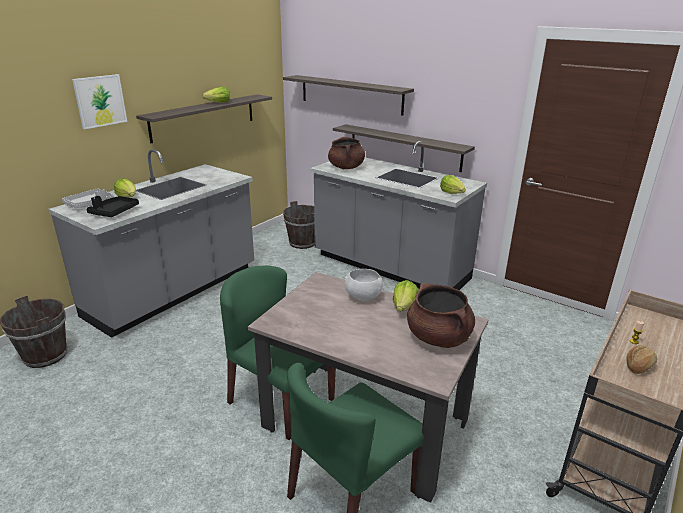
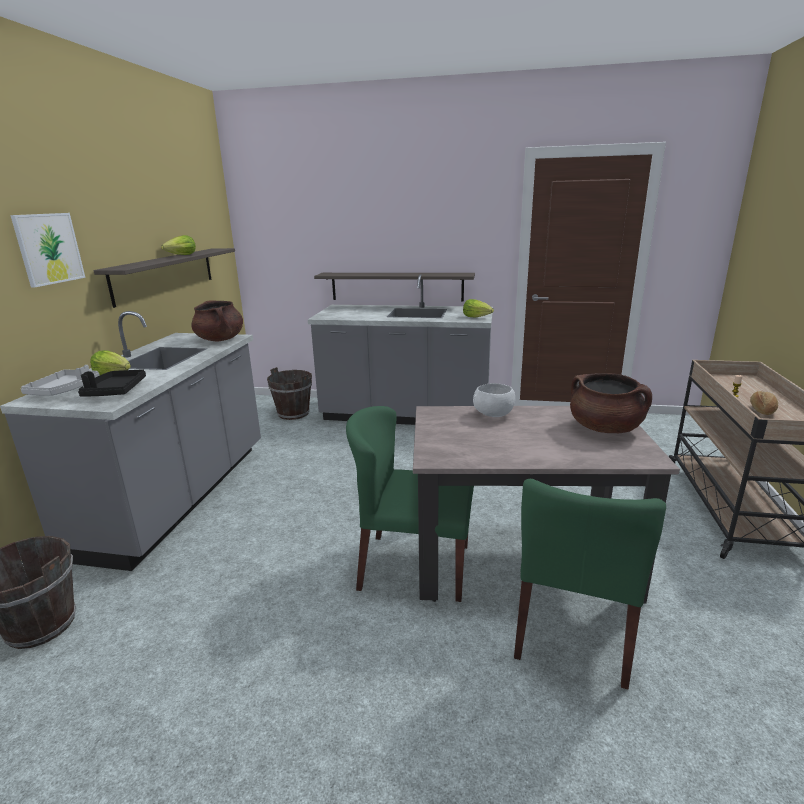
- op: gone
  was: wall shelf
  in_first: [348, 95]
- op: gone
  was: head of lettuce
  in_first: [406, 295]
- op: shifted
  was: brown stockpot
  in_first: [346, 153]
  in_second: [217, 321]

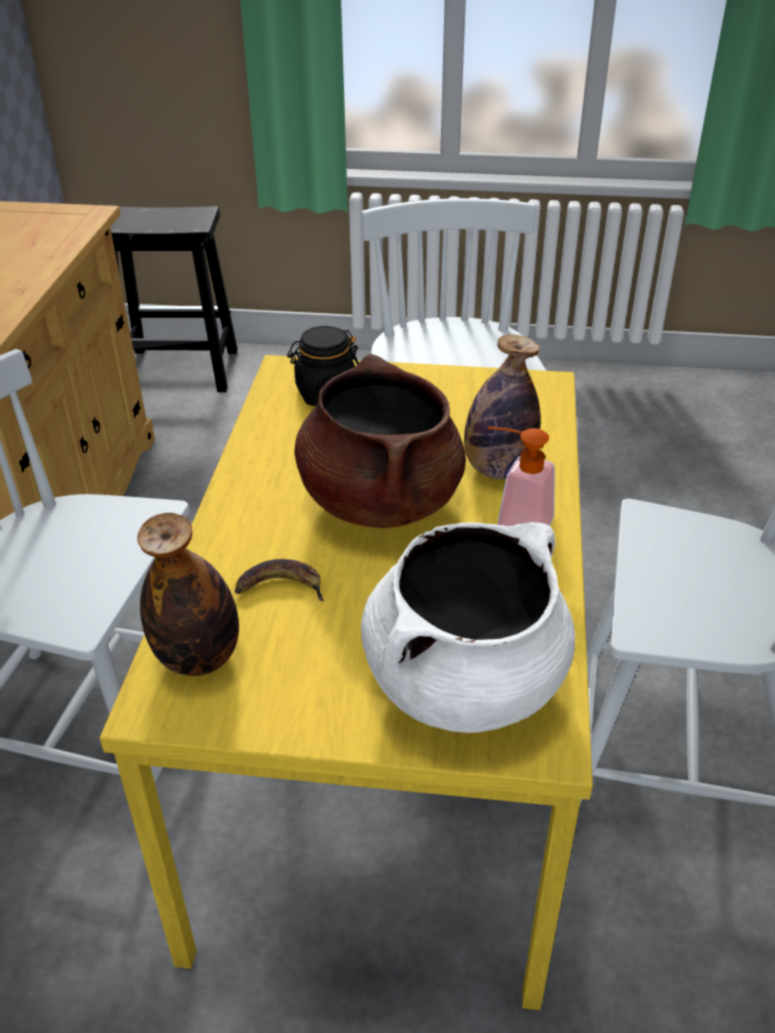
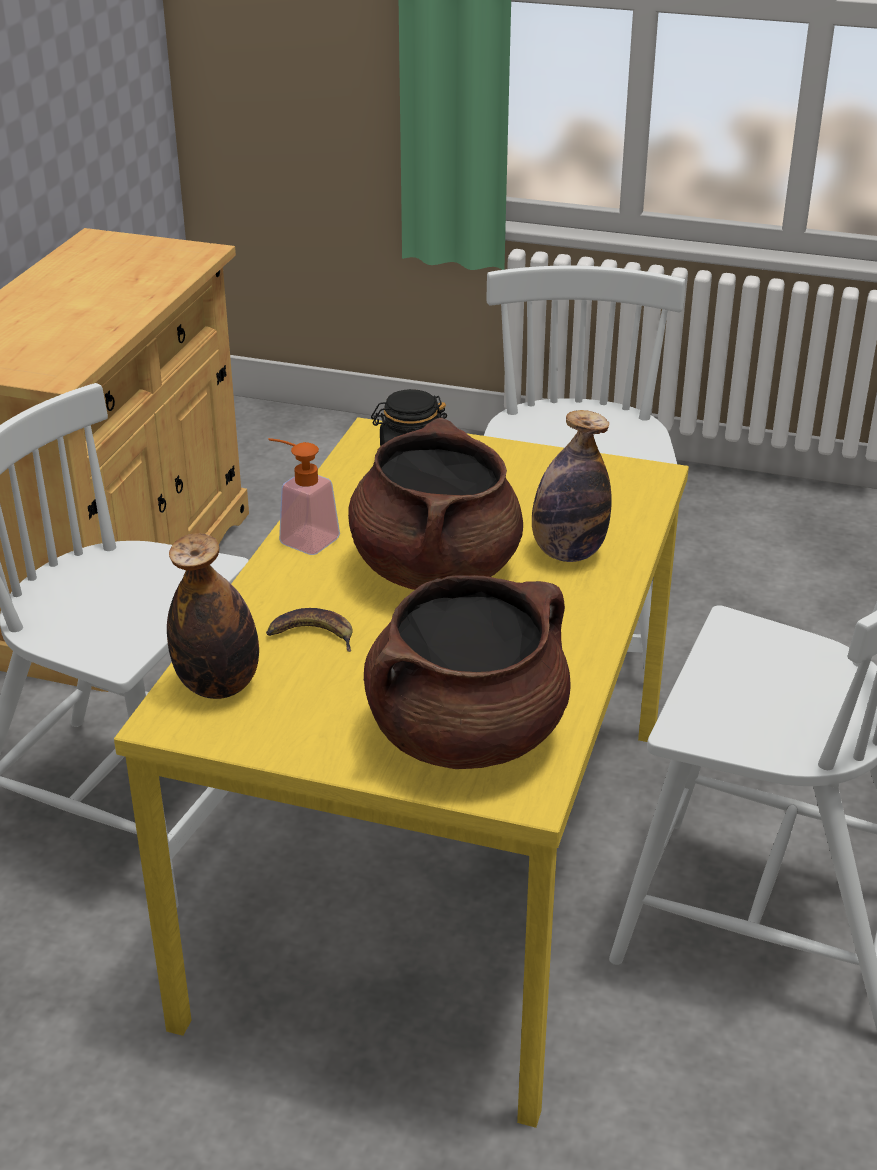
- op: gone
  was: black-coloured sitting stool
  in_first: [174, 299]
- op: shifted
  was: liquid soap bottle
  in_first: [521, 476]
  in_second: [304, 496]
- op: repainted
  was: white stockpot
  now: brown stockpot
  in_first: [468, 627]
  in_second: [467, 672]

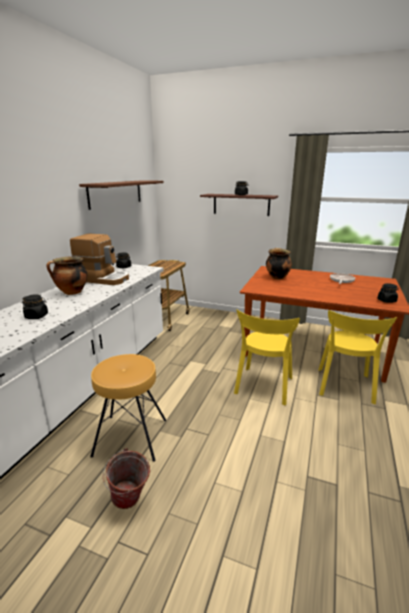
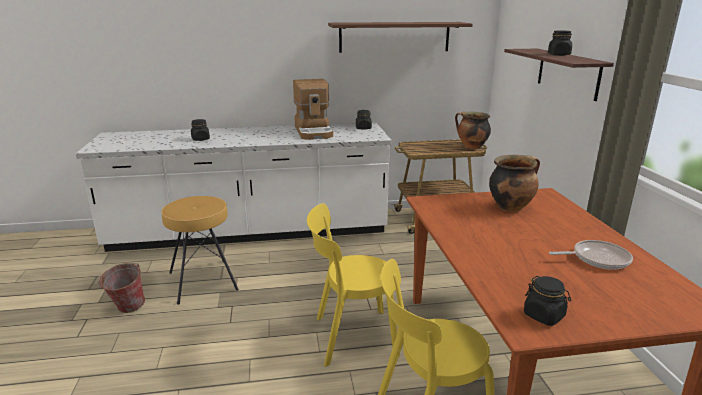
- op: shifted
  was: stockpot
  in_first: [66, 275]
  in_second: [473, 130]

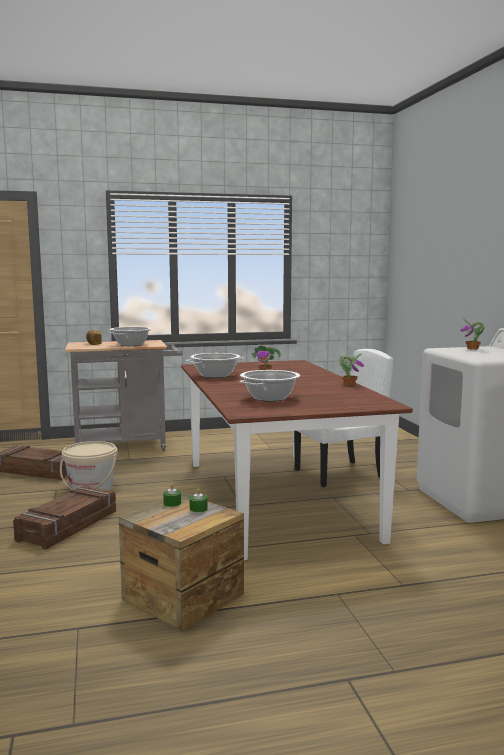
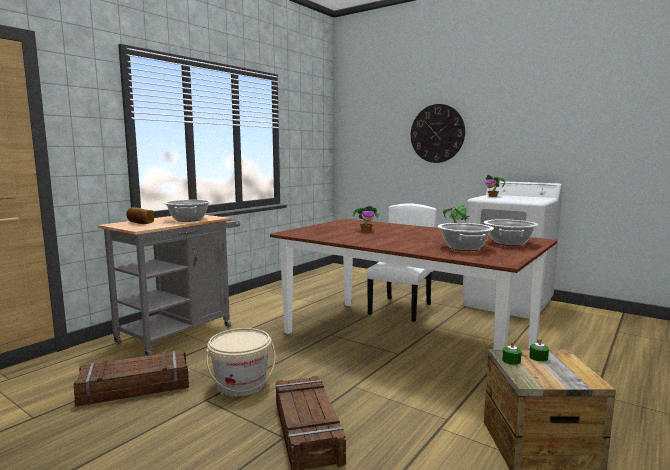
- op: new
  now: hanging clock
  in_second: [438, 133]
- op: shifted
  was: stockpot
  in_first: [215, 365]
  in_second: [511, 232]

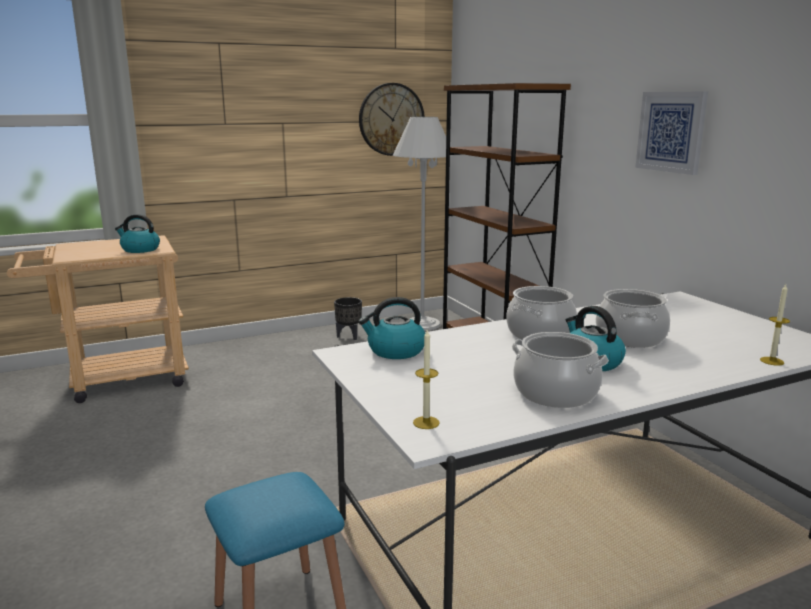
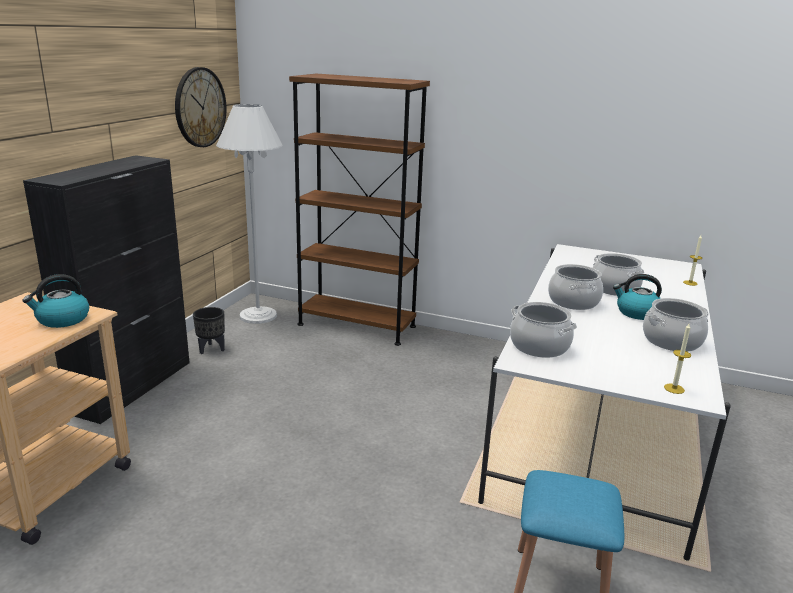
- op: gone
  was: wall art
  in_first: [671, 133]
- op: new
  now: black-coloured cupboard
  in_second: [106, 289]
- op: swapped
  was: water kettle
  now: stockpot
  in_first: [392, 328]
  in_second: [543, 330]

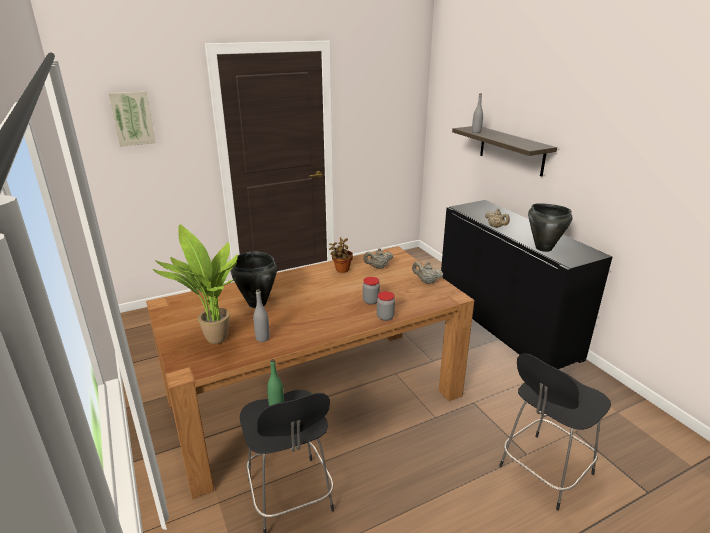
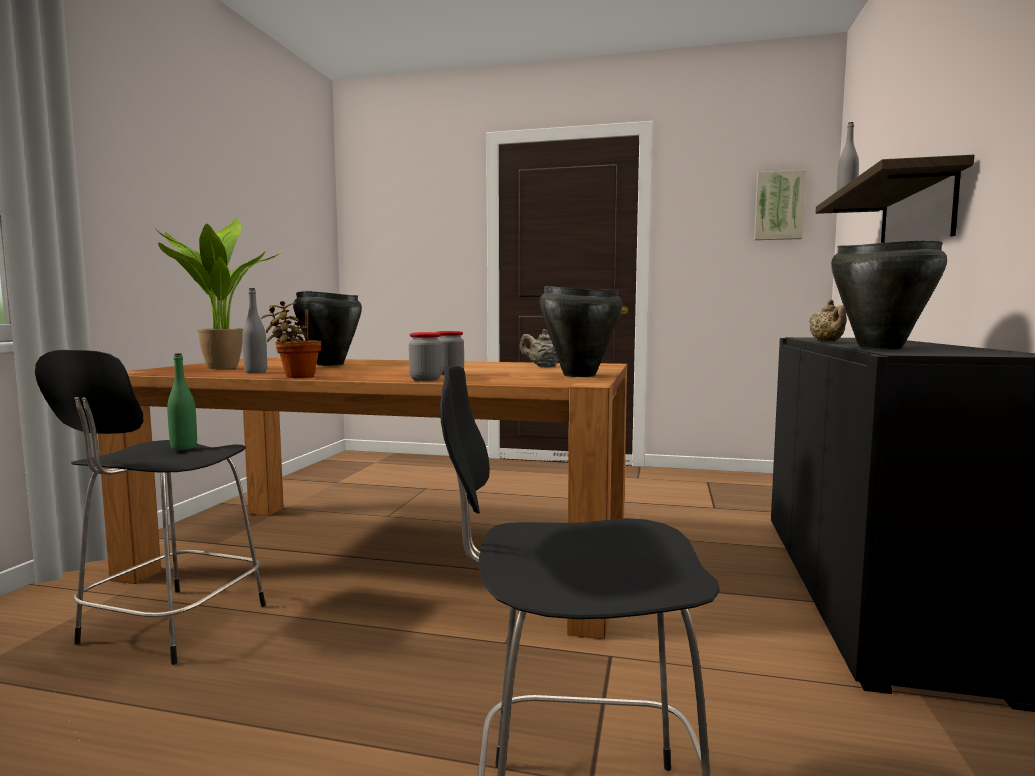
- op: shifted
  was: wall art
  in_first: [132, 119]
  in_second: [780, 205]
- op: shifted
  was: houseplant
  in_first: [341, 255]
  in_second: [291, 339]
- op: swapped
  was: sand-coloured tea pot
  now: black-coloured stockpot
  in_first: [427, 272]
  in_second: [581, 331]

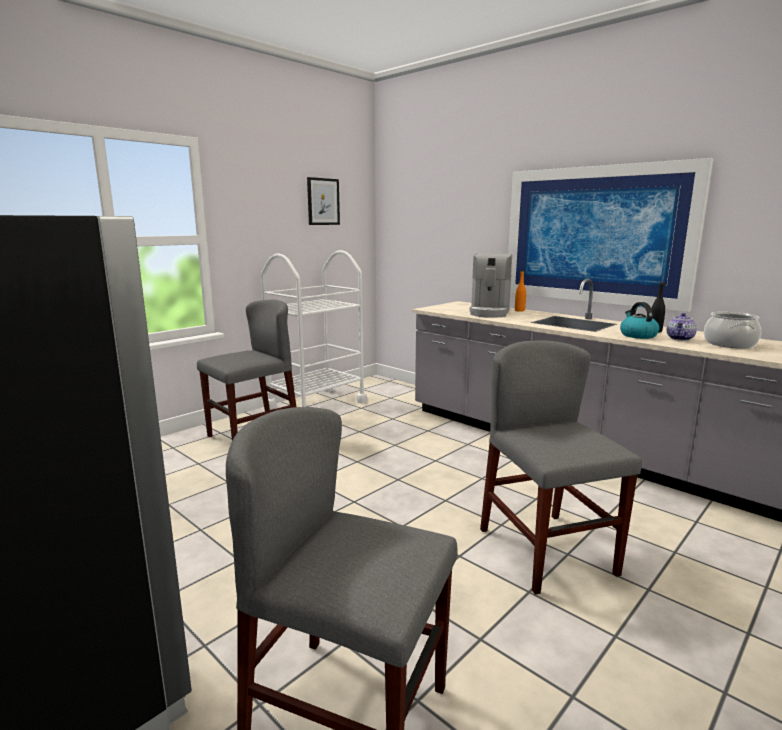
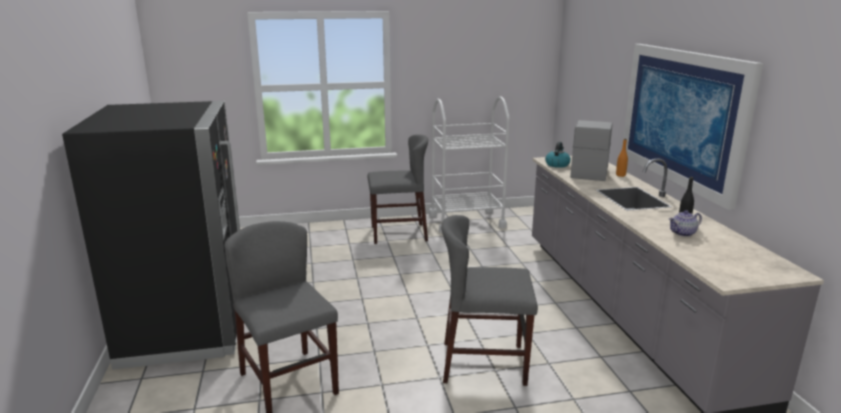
- op: gone
  was: wall art
  in_first: [323, 201]
- op: gone
  was: stockpot
  in_first: [732, 330]
- op: shifted
  was: water kettle
  in_first: [639, 320]
  in_second: [558, 155]
- op: rotated
  was: coffee brewer
  in_first: [490, 285]
  in_second: [591, 150]
  clockwise: 150
- op: rotated
  was: gray upright chair
  in_first: [561, 468]
  in_second: [489, 300]
  clockwise: -105

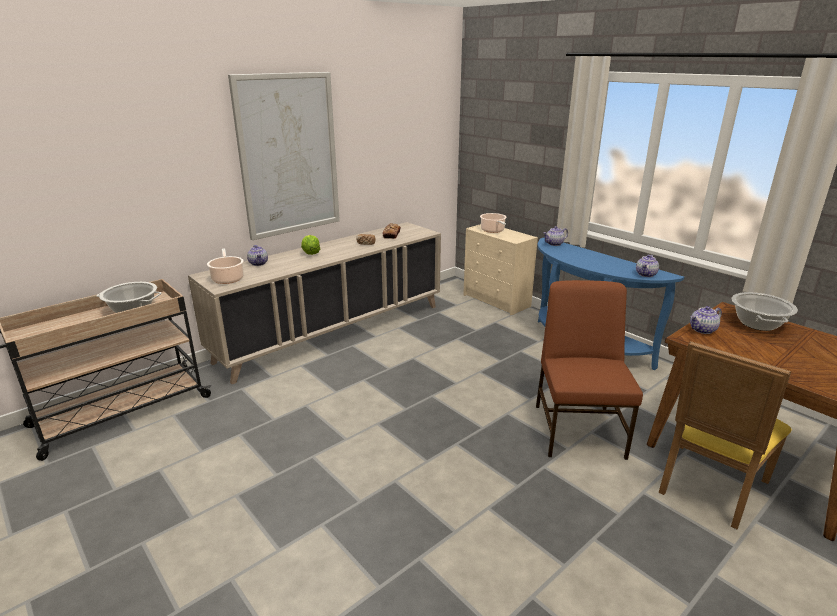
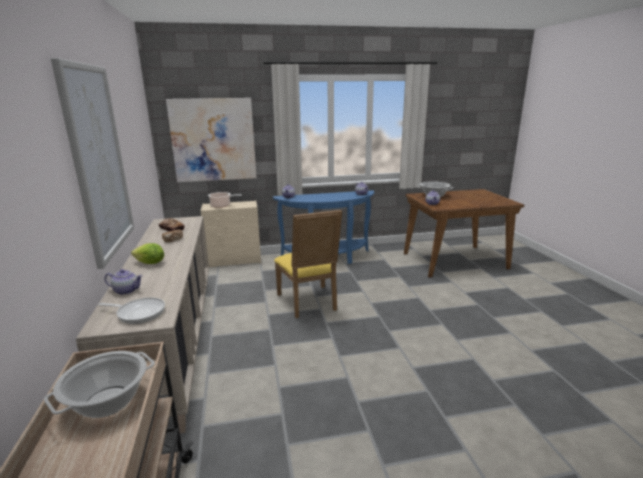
- op: gone
  was: brown upright chair
  in_first: [589, 370]
- op: new
  now: wall art
  in_second: [211, 140]
- op: shifted
  was: yellow-coloured upright chair
  in_first: [725, 435]
  in_second: [308, 264]
- op: swapped
  was: stockpot
  now: skillet
  in_first: [225, 266]
  in_second: [131, 310]

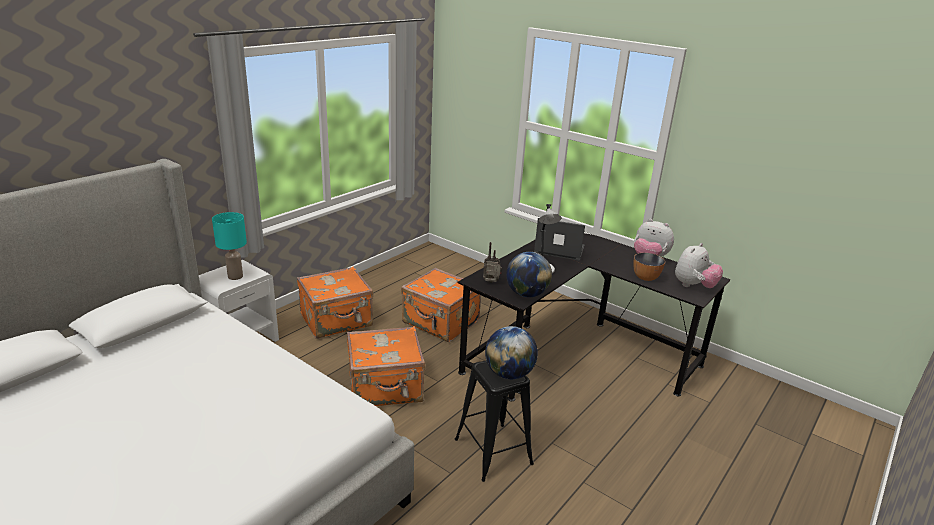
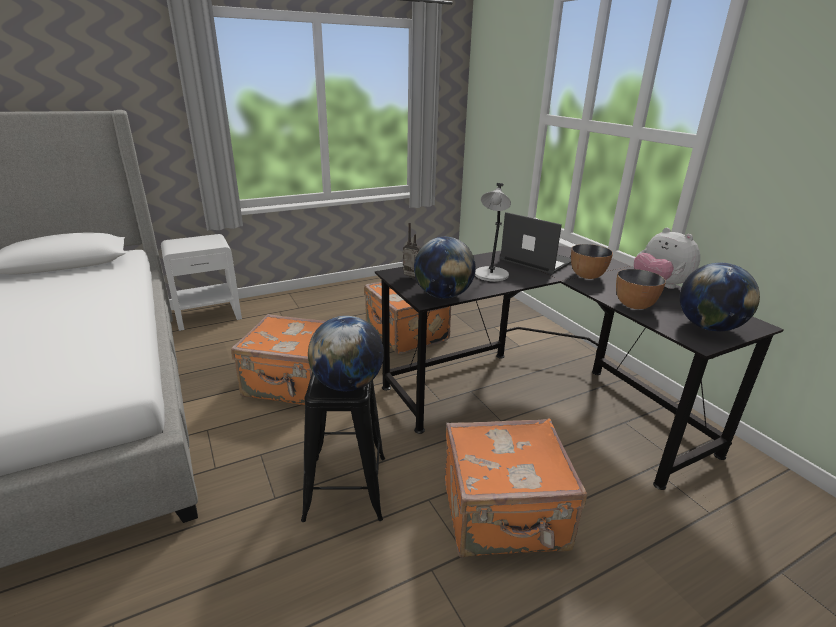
- op: gone
  was: turquoise table lamp
  in_first: [229, 246]
- op: new
  now: serving bowl
  in_second: [592, 261]
- op: shifted
  was: orange piece of luggage
  in_first: [335, 303]
  in_second: [516, 488]
- op: swapped
  was: cuddly toy
  now: desk globe
  in_first: [699, 265]
  in_second: [720, 297]

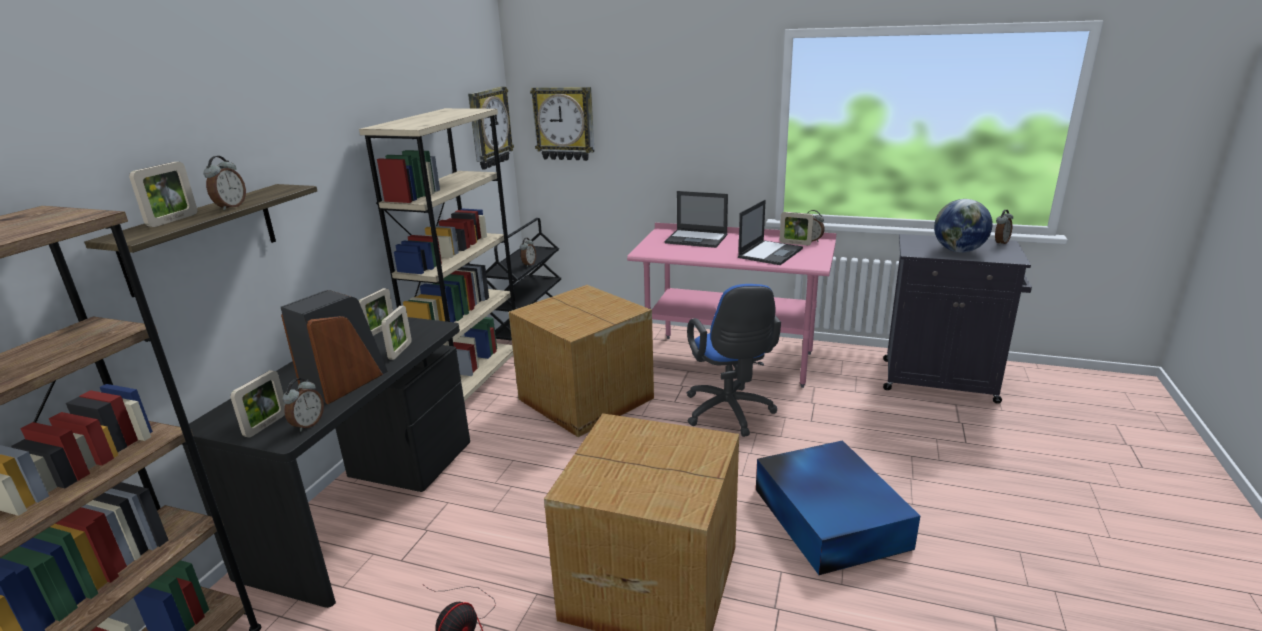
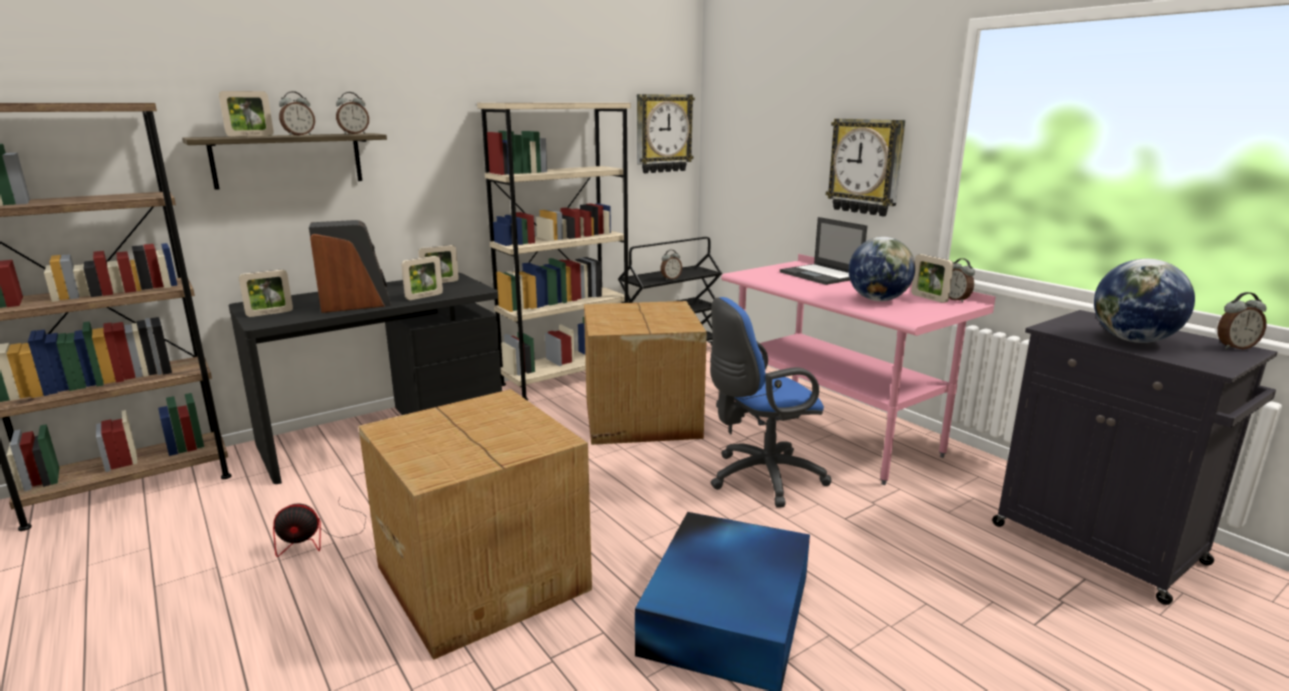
- op: shifted
  was: bedside clock
  in_first: [303, 405]
  in_second: [352, 113]
- op: shifted
  was: hanging clock
  in_first: [562, 124]
  in_second: [865, 167]
- op: swapped
  was: notebook computer
  now: desk globe
  in_first: [770, 232]
  in_second: [882, 269]
- op: rotated
  was: bluish office chair
  in_first: [733, 360]
  in_second: [770, 402]
  clockwise: 45

